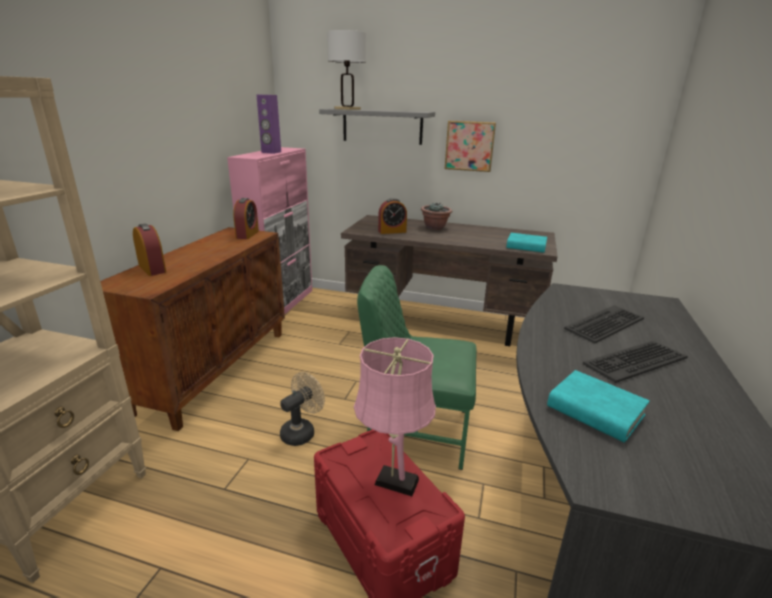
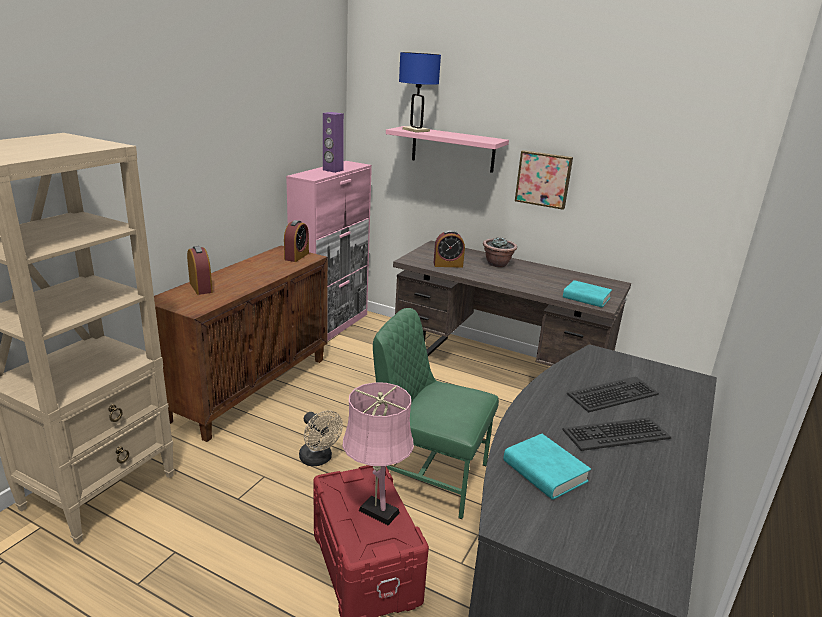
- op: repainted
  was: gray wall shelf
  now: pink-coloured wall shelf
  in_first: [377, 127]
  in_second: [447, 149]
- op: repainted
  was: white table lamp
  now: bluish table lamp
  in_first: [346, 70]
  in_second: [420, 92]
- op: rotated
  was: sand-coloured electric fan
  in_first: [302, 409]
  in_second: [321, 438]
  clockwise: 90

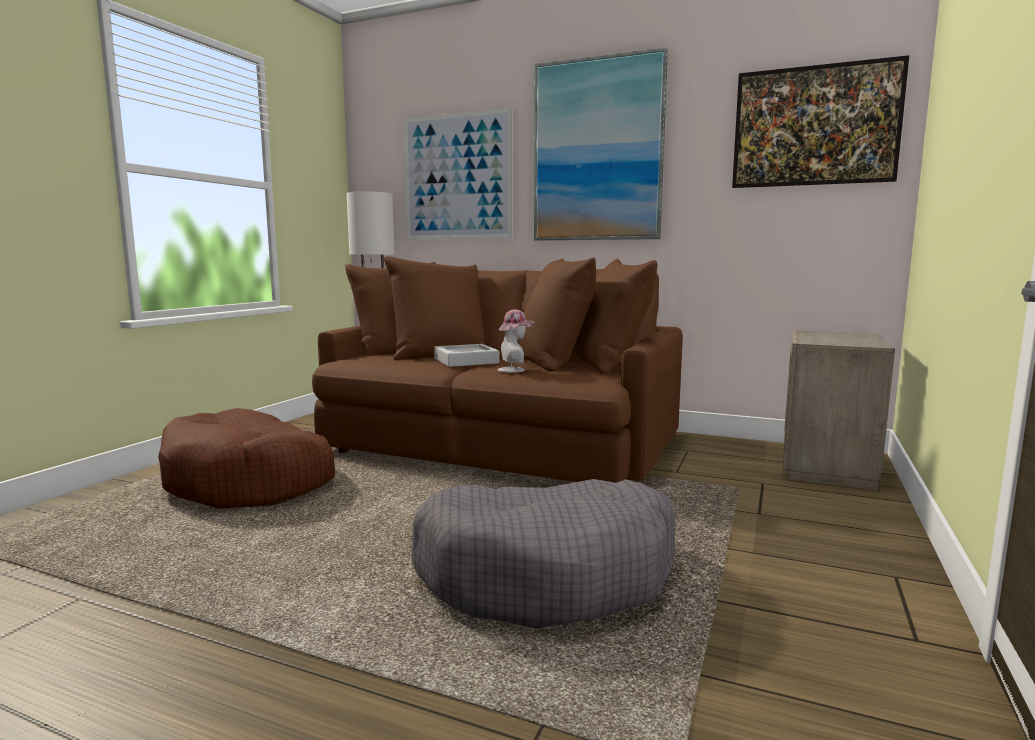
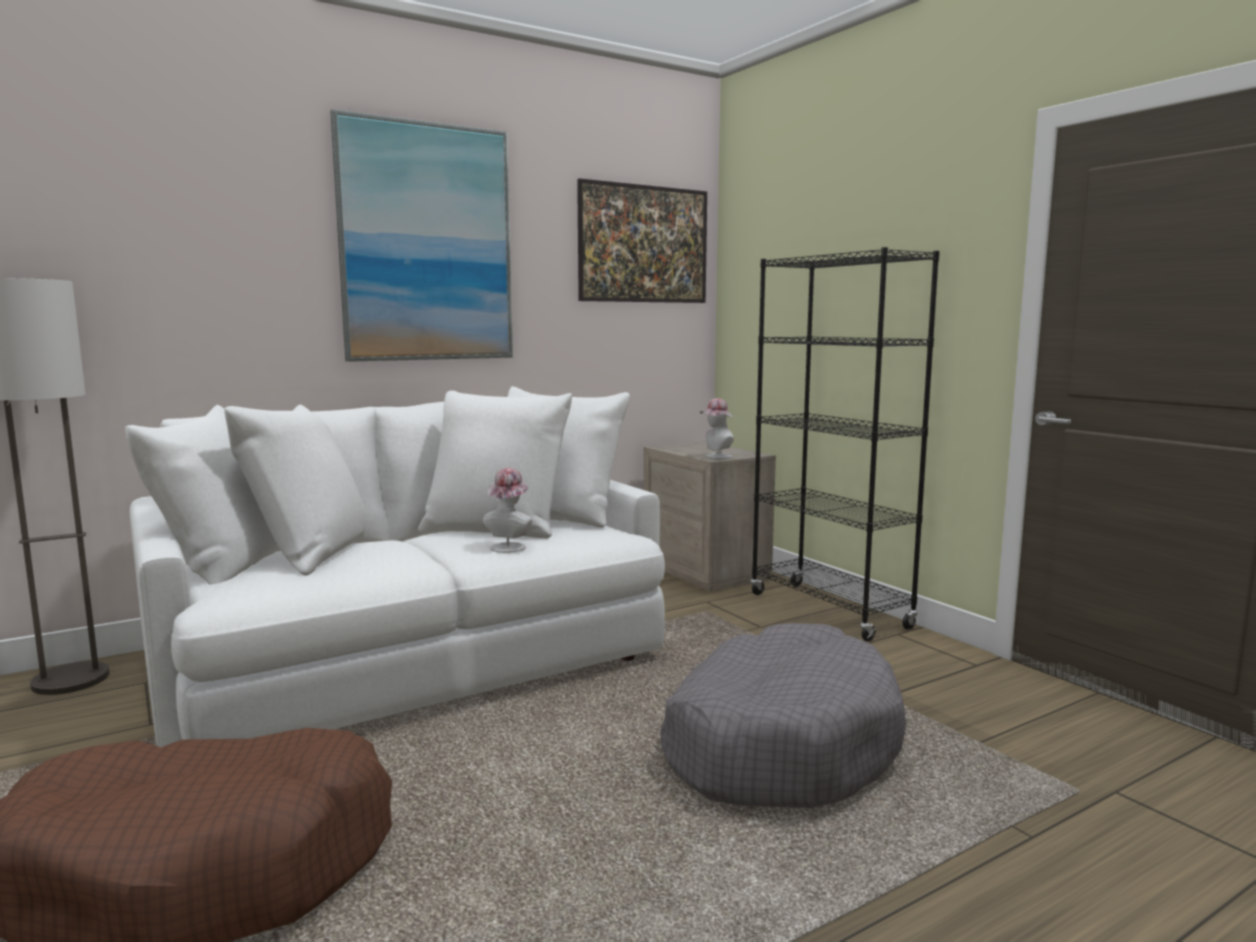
- op: gone
  was: wall art
  in_first: [458, 174]
- op: gone
  was: gray tray
  in_first: [466, 355]
- op: new
  now: clothing hat
  in_second: [717, 428]
- op: new
  now: black-coloured bookcase
  in_second: [845, 444]
- op: repainted
  was: brown settee
  now: white settee
  in_first: [497, 369]
  in_second: [395, 566]

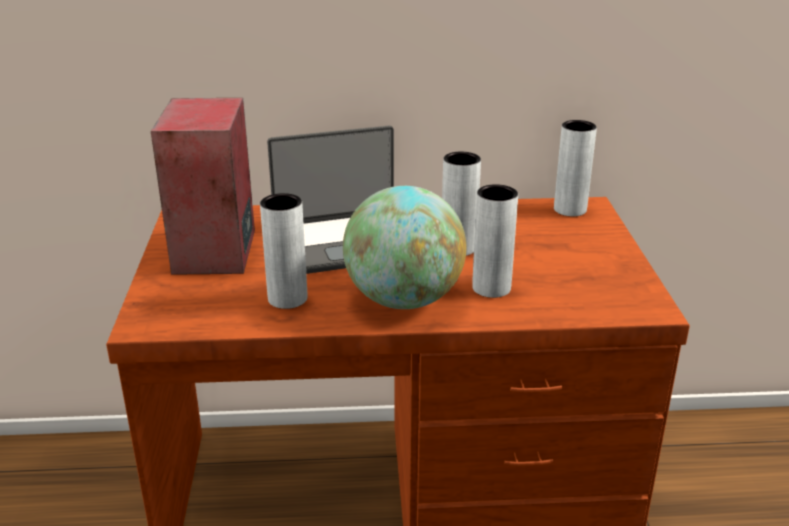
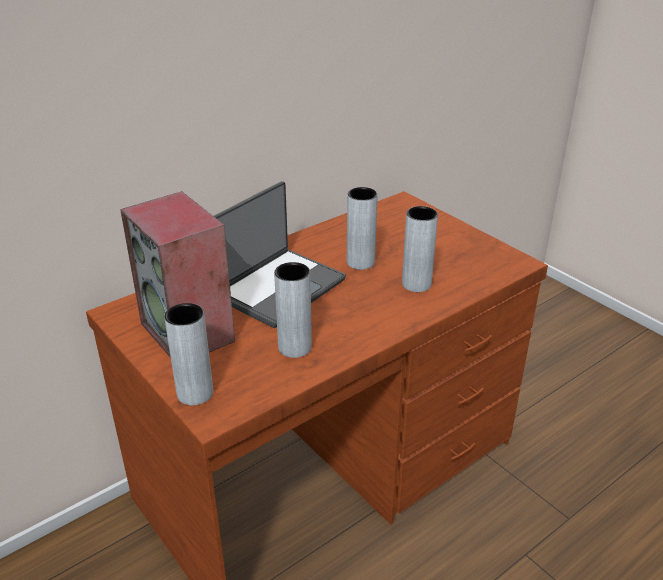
- op: gone
  was: desk globe
  in_first: [404, 247]
- op: shifted
  was: gray decorative vase
  in_first: [575, 168]
  in_second: [188, 354]

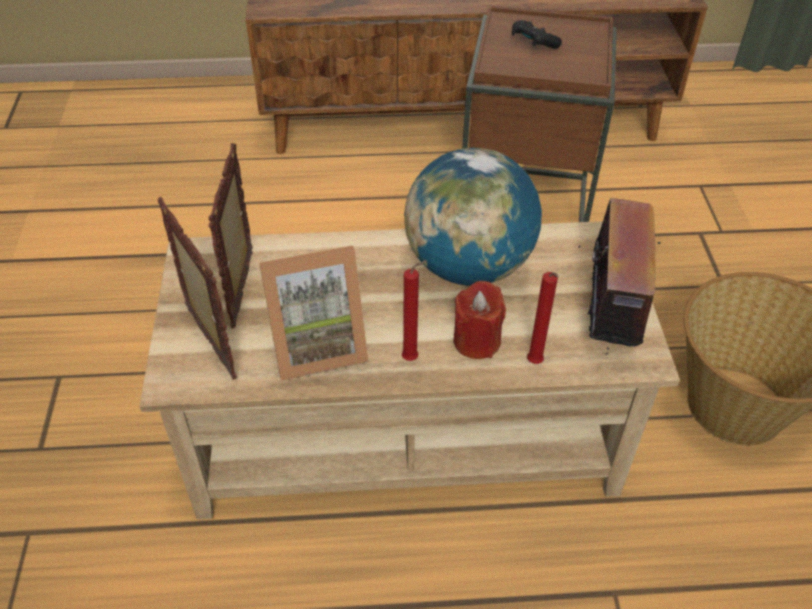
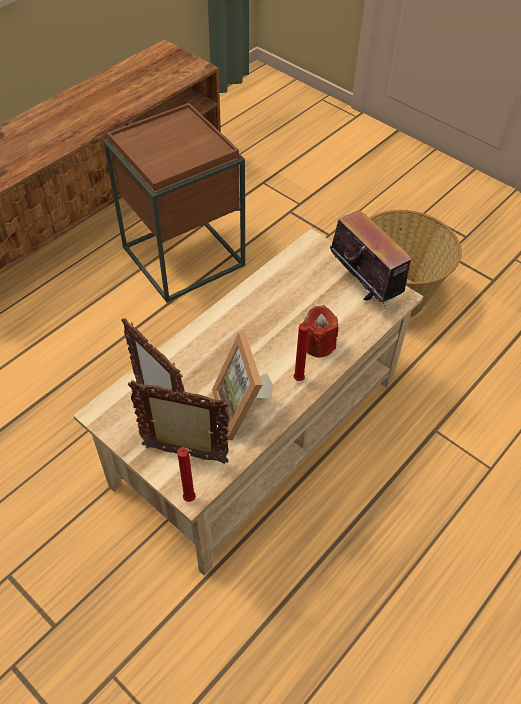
- op: gone
  was: desk globe
  in_first: [473, 217]
- op: gone
  was: black-coloured joypad
  in_first: [537, 34]
- op: shifted
  was: red-coloured wax light
  in_first: [542, 318]
  in_second: [186, 474]
- op: rotated
  was: picture frame
  in_first: [314, 313]
  in_second: [242, 386]
  clockwise: 135

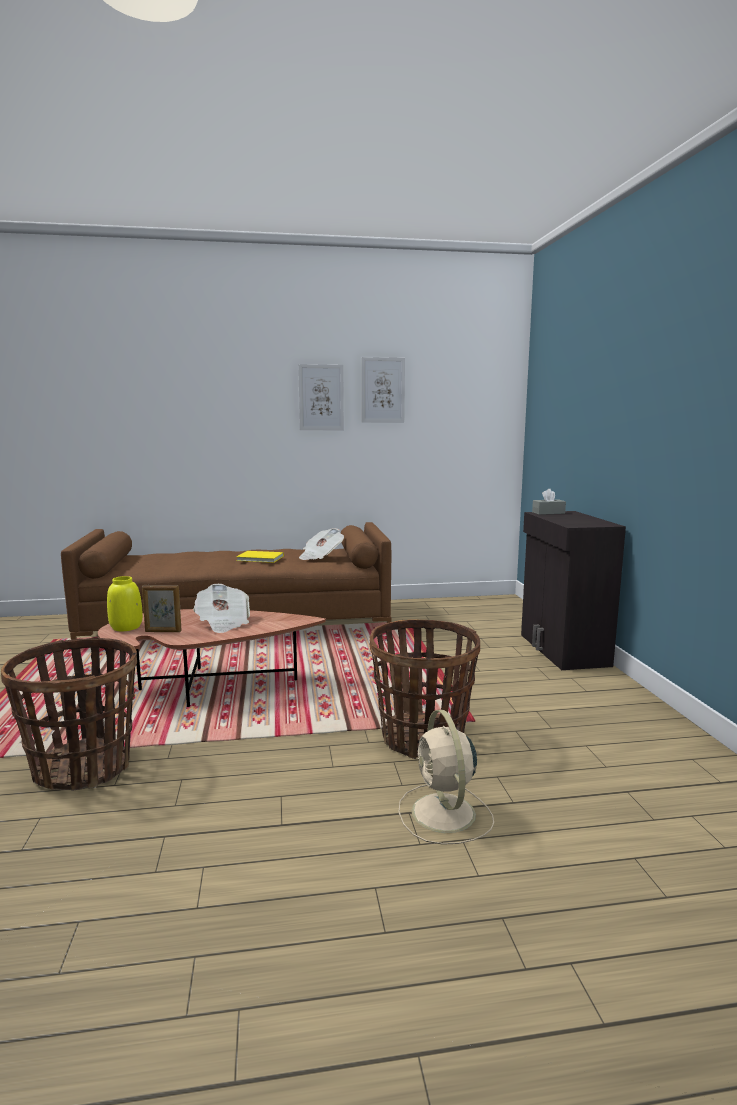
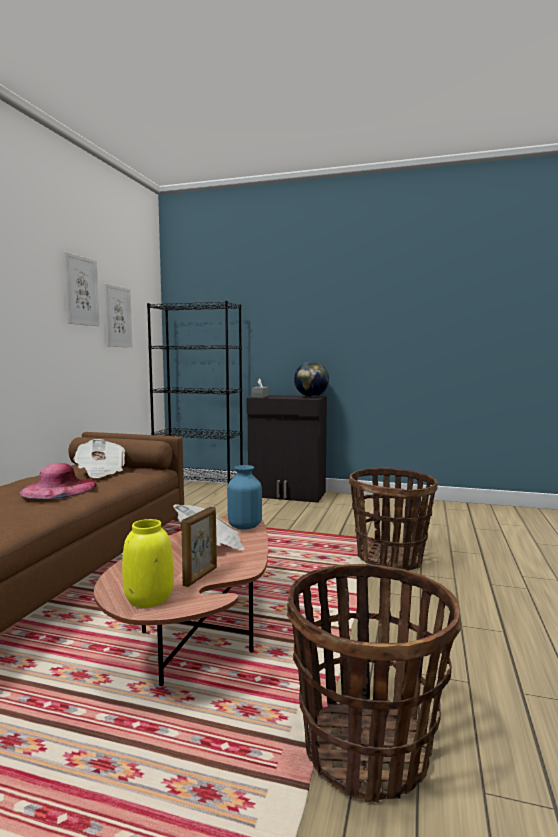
- op: gone
  was: sand-coloured electric fan
  in_first: [446, 777]
- op: new
  now: black-coloured bookcase
  in_second: [195, 392]
- op: new
  now: bluish decorative vase
  in_second: [244, 497]
- op: new
  now: desk globe
  in_second: [311, 379]
- op: shifted
  was: wall art
  in_first: [321, 397]
  in_second: [118, 315]
- op: swapped
  was: yellow-coloured book
  now: pink-coloured clothing hat
  in_first: [260, 557]
  in_second: [58, 481]

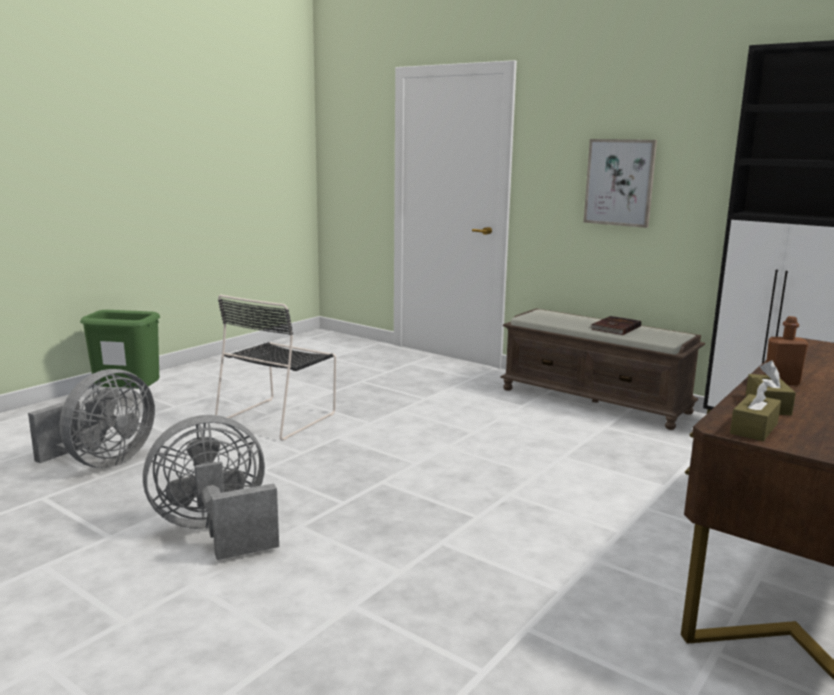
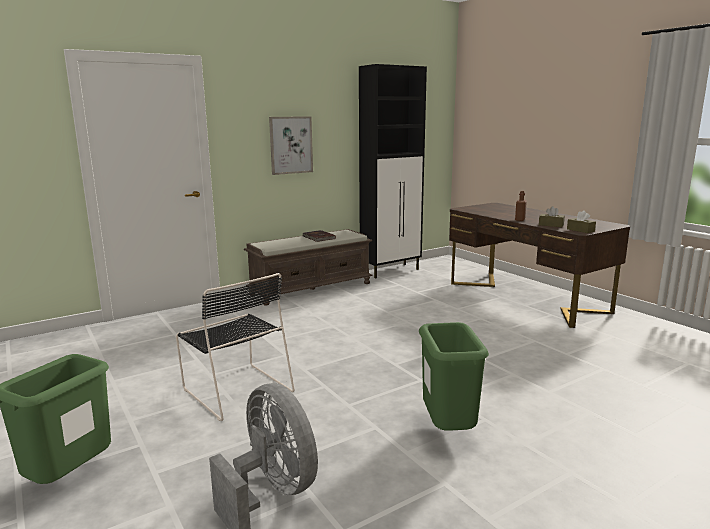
- op: swapped
  was: gray electric fan
  now: green waste bin
  in_first: [211, 487]
  in_second: [454, 376]

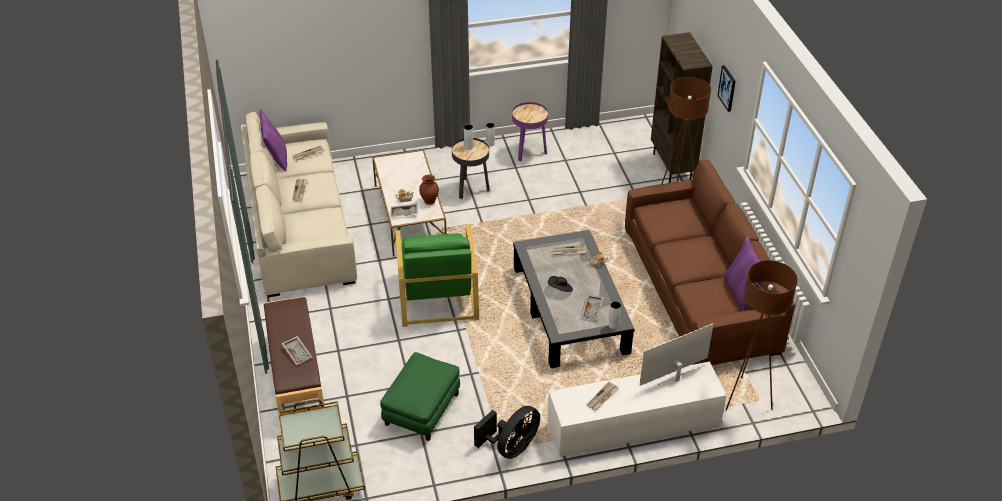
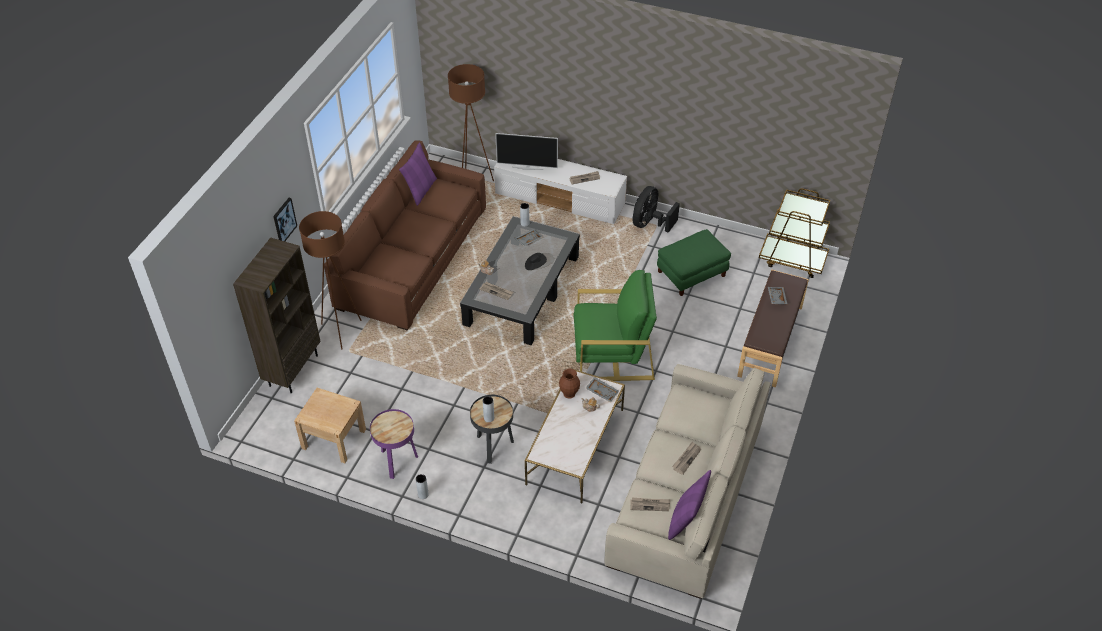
- op: new
  now: sand-coloured night table
  in_second: [330, 425]
- op: rotated
  was: green easy chair
  in_first: [437, 276]
  in_second: [615, 325]
  clockwise: 60
- op: rotated
  was: black-coloured electric fan
  in_first: [507, 432]
  in_second: [656, 209]
  clockwise: -45

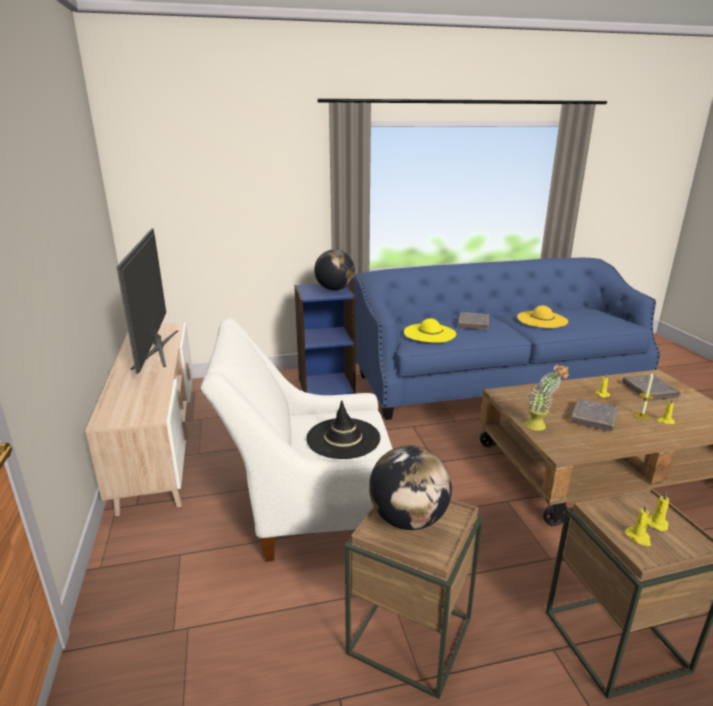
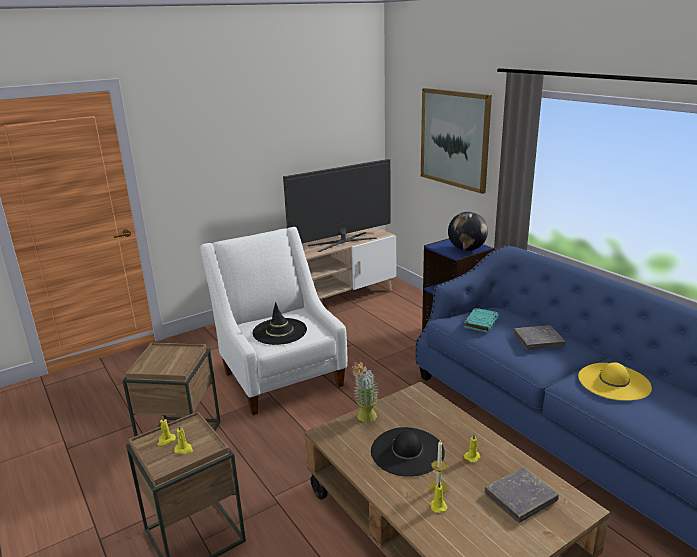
- op: gone
  was: desk globe
  in_first: [410, 487]
- op: new
  now: wall art
  in_second: [456, 141]
- op: swapped
  was: yellow-coloured clothing hat
  now: turquoise book
  in_first: [430, 330]
  in_second: [481, 320]
- op: swapped
  was: gray book
  now: black-coloured clothing hat
  in_first: [594, 415]
  in_second: [408, 452]

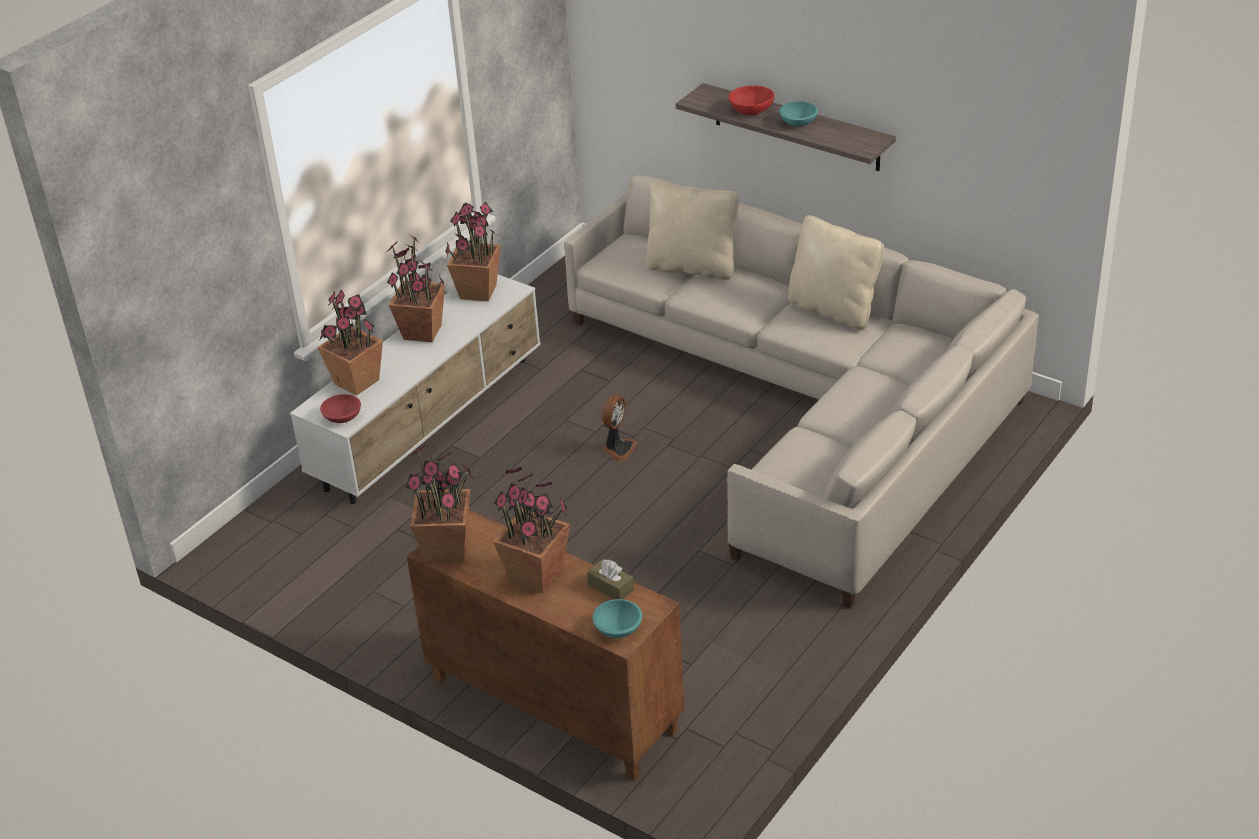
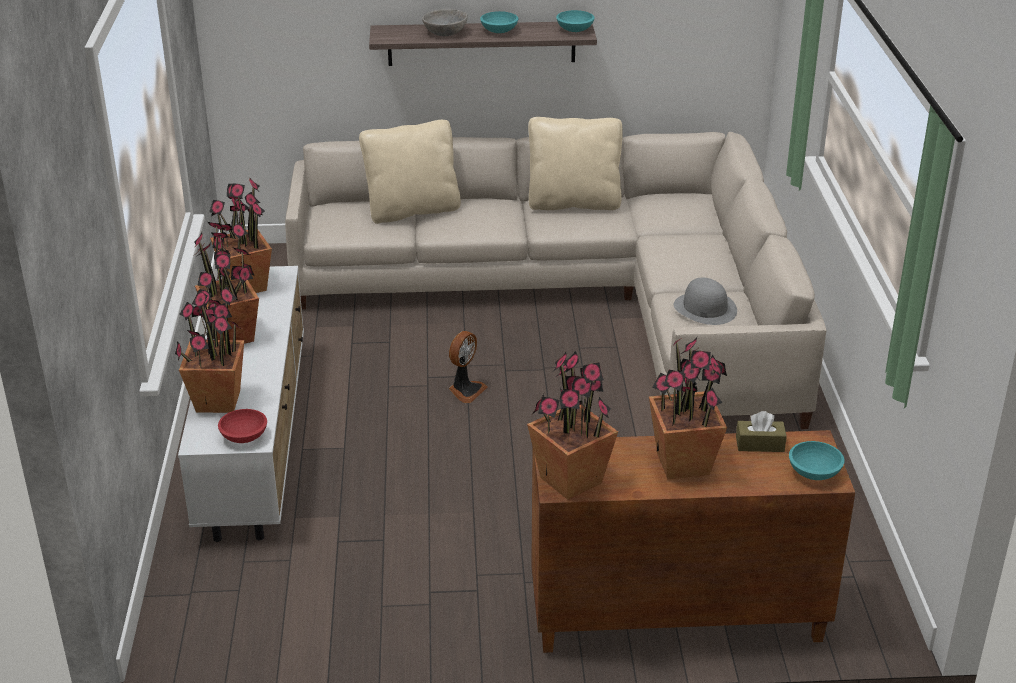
- op: new
  now: turquoise serving bowl
  in_second: [575, 21]
- op: new
  now: gray clothing hat
  in_second: [705, 301]
- op: repainted
  was: red-coloured serving bowl
  now: gray serving bowl
  in_first: [752, 100]
  in_second: [445, 22]
- op: rotated
  was: electric fan
  in_first: [620, 428]
  in_second: [468, 367]
  clockwise: 45

